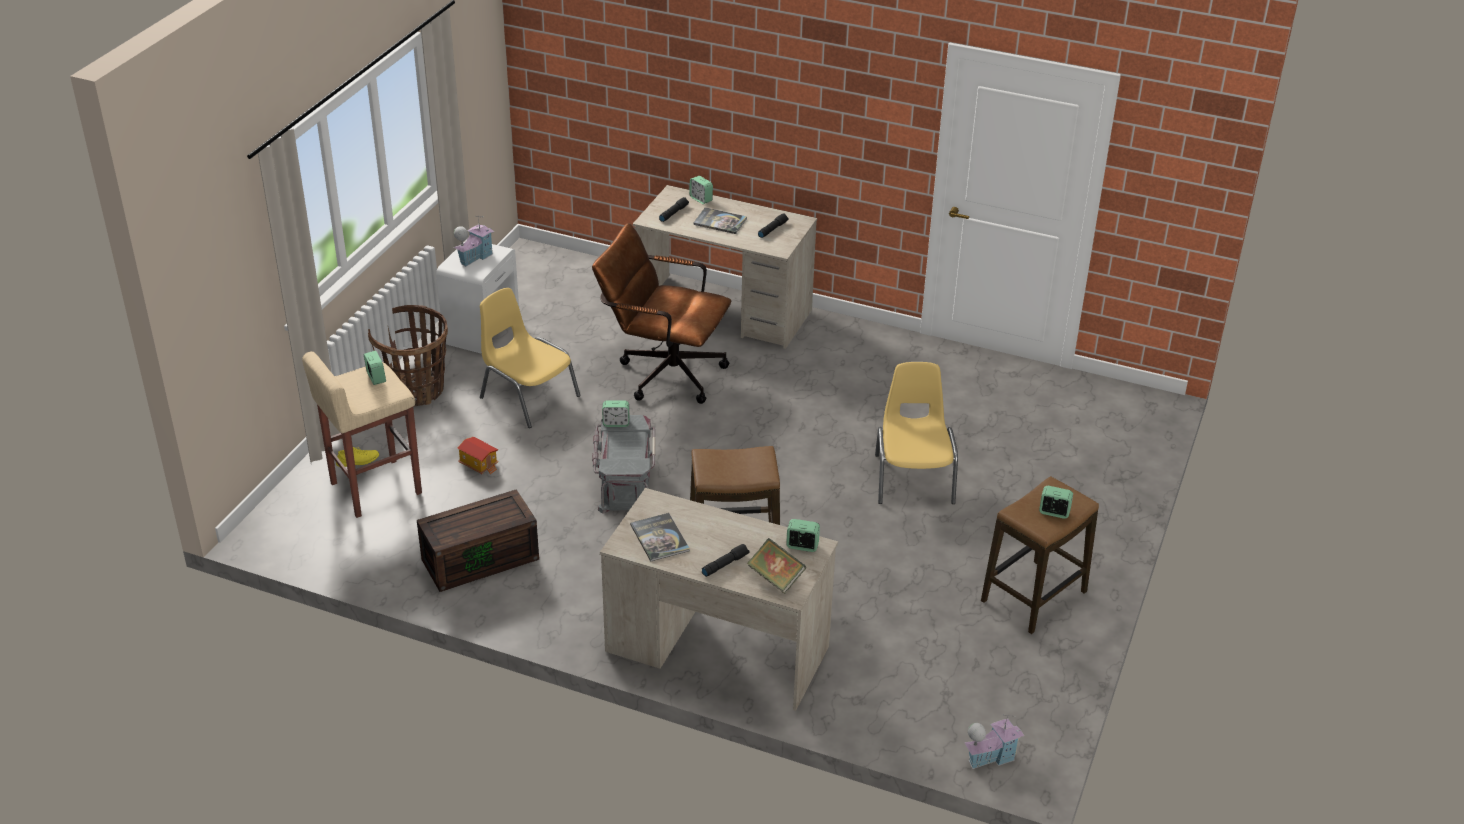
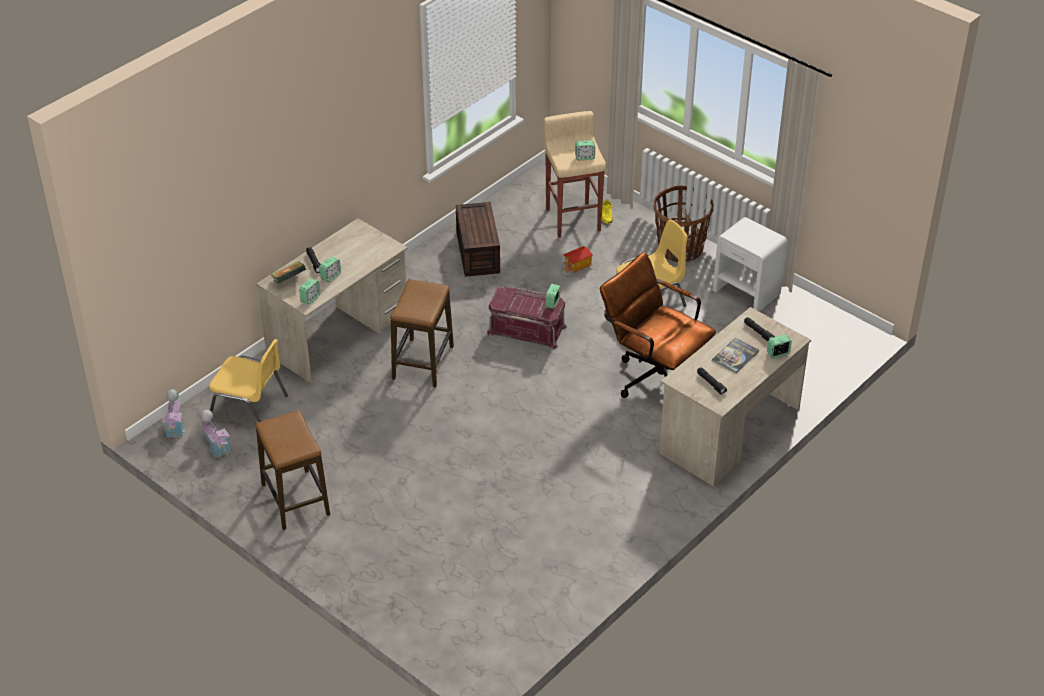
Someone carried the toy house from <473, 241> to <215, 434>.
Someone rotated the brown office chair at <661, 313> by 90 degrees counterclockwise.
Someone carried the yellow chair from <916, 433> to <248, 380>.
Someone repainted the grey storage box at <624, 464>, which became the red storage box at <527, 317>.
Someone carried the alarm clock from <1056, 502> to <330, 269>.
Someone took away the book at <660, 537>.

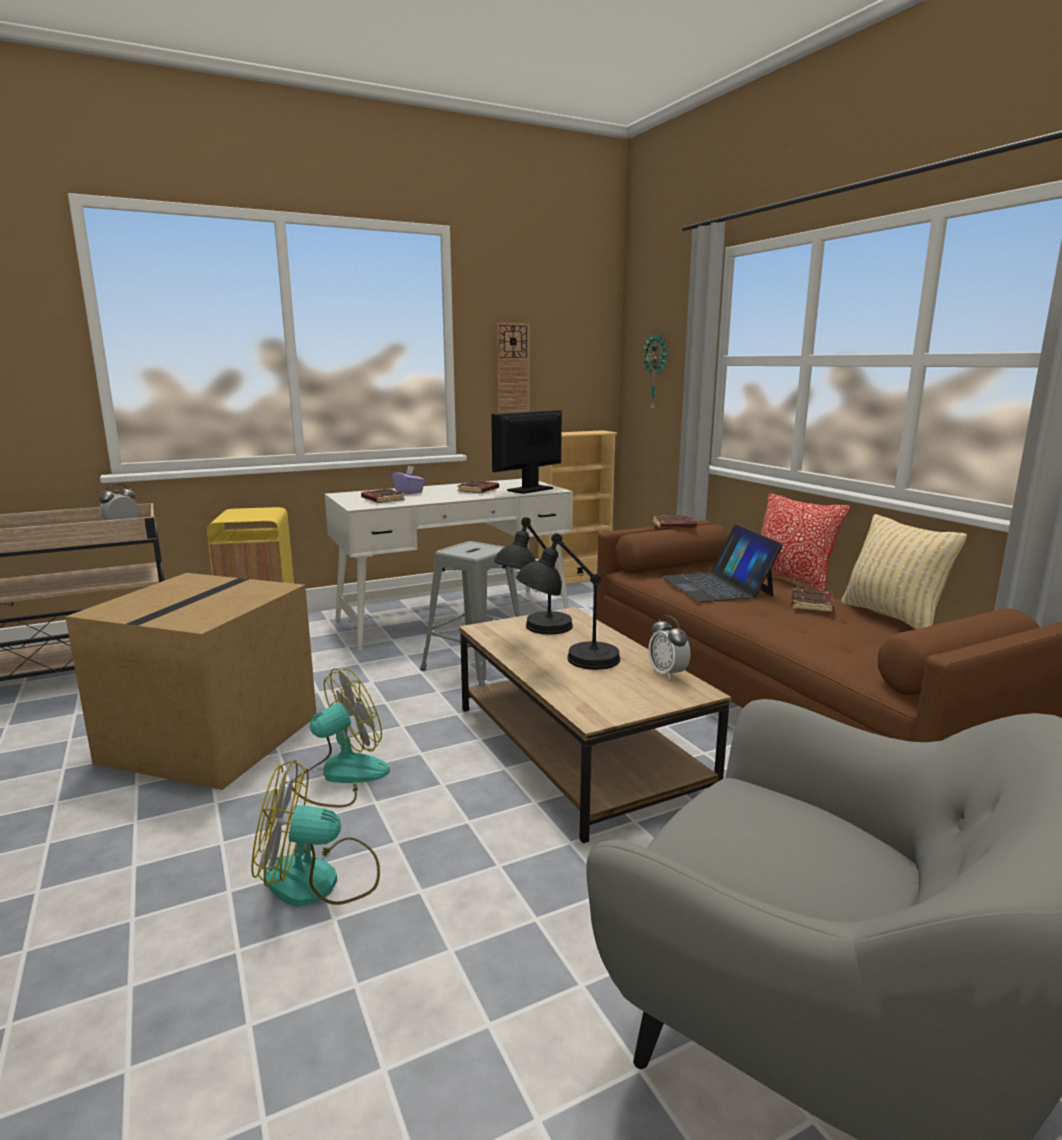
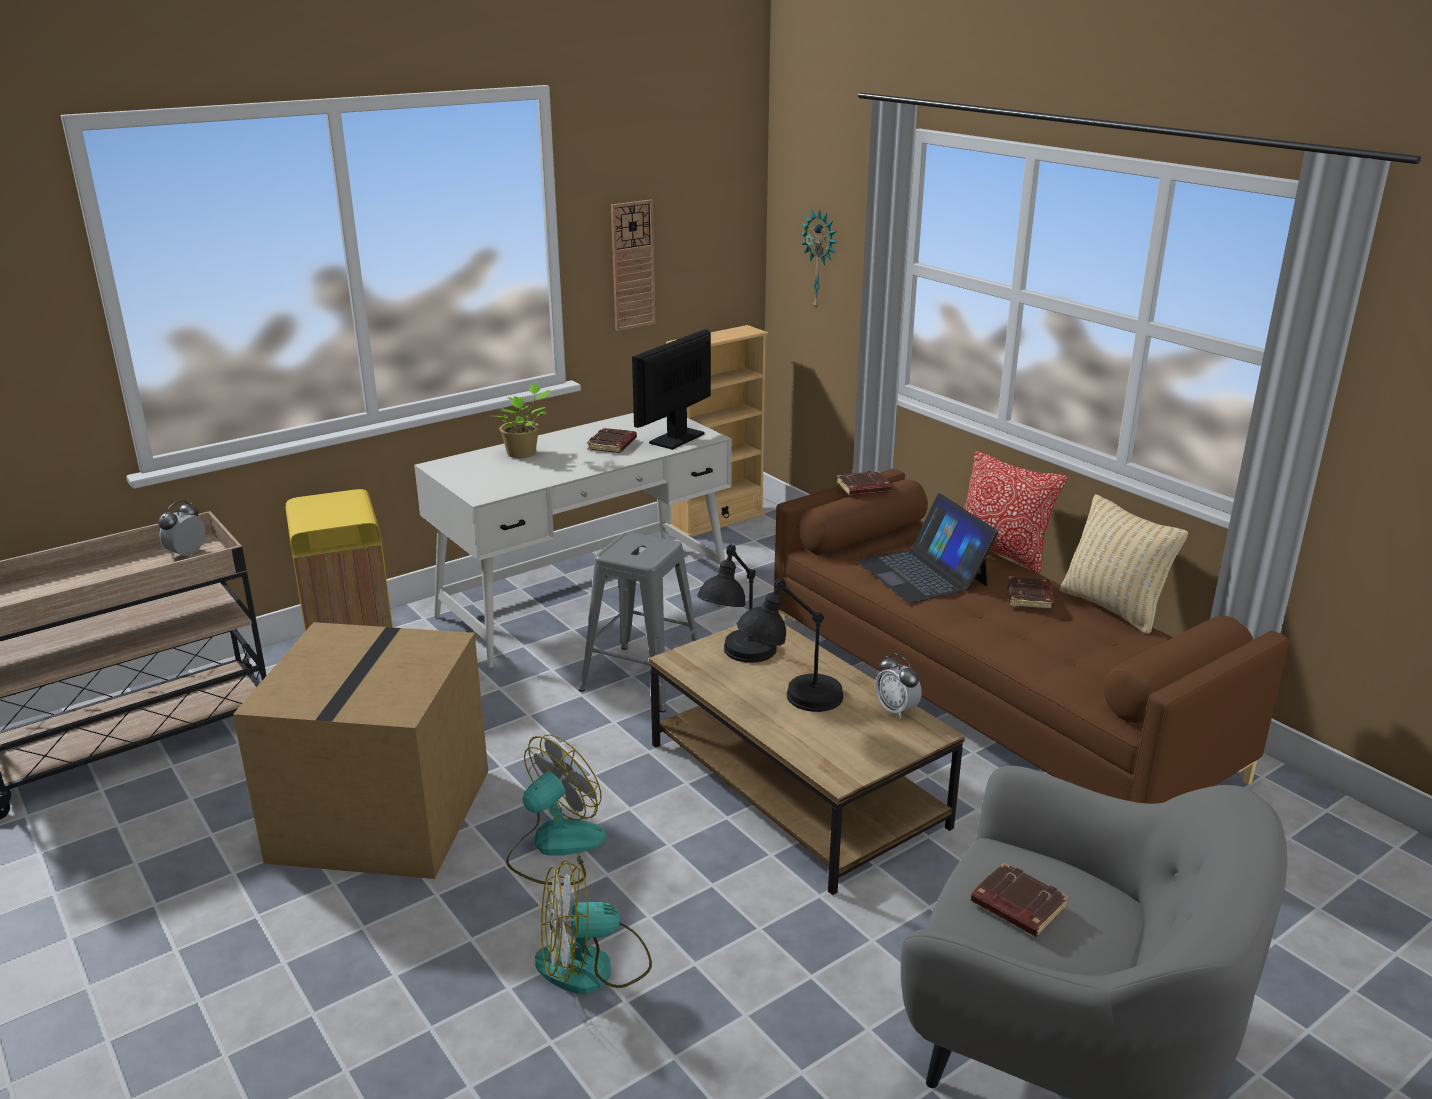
Someone swapped the purple tissue box at <408, 479> for the potted plant at <522, 420>.
Someone carried the brown book from <383, 496> to <1020, 900>.

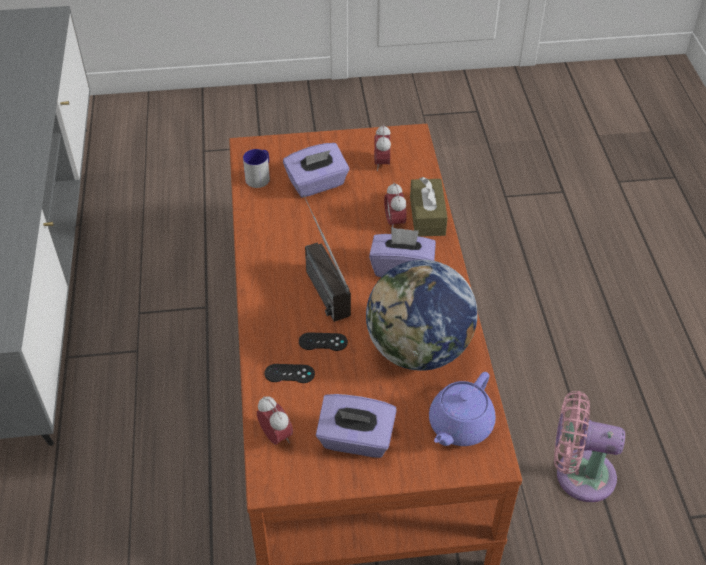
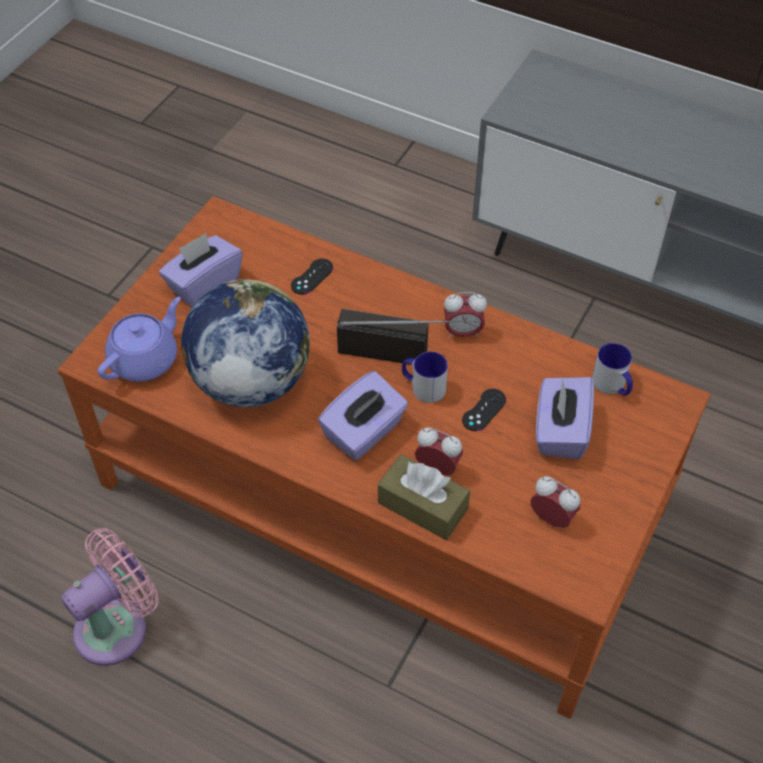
Someone carried the black game controller from <323, 341> to <484, 410>.
Someone rotated the purple teapot at <462, 409> by 60 degrees clockwise.
Someone carried the alarm clock from <275, 420> to <465, 315>.
Someone put down the mug at <425, 377>.

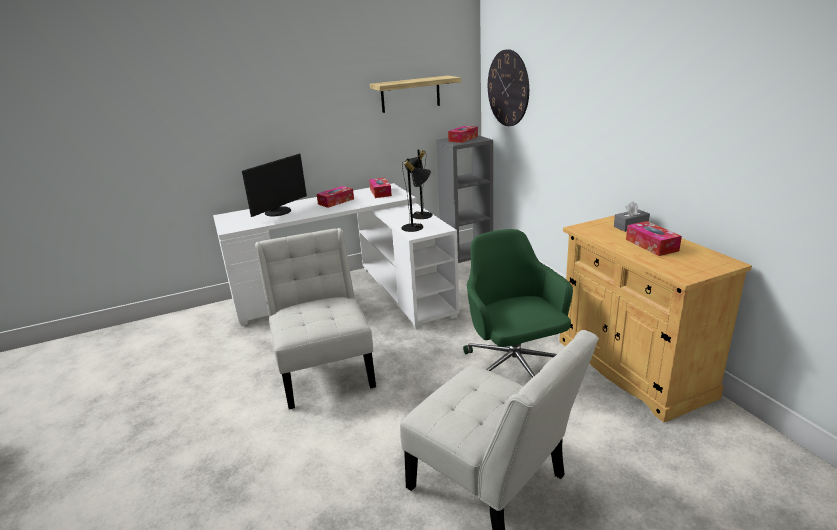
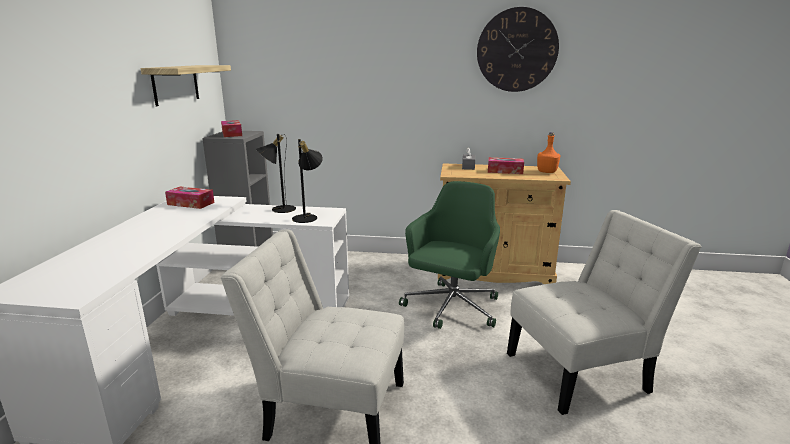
Someone carried the wall clock from <508, 87> to <518, 49>.
Someone took away the monitor at <274, 185>.
Someone took away the tissue box at <335, 197>.
Someone rotated the green office chair at <518, 303> by 105 degrees clockwise.
Someone put down the orange bottle at <548, 152>.

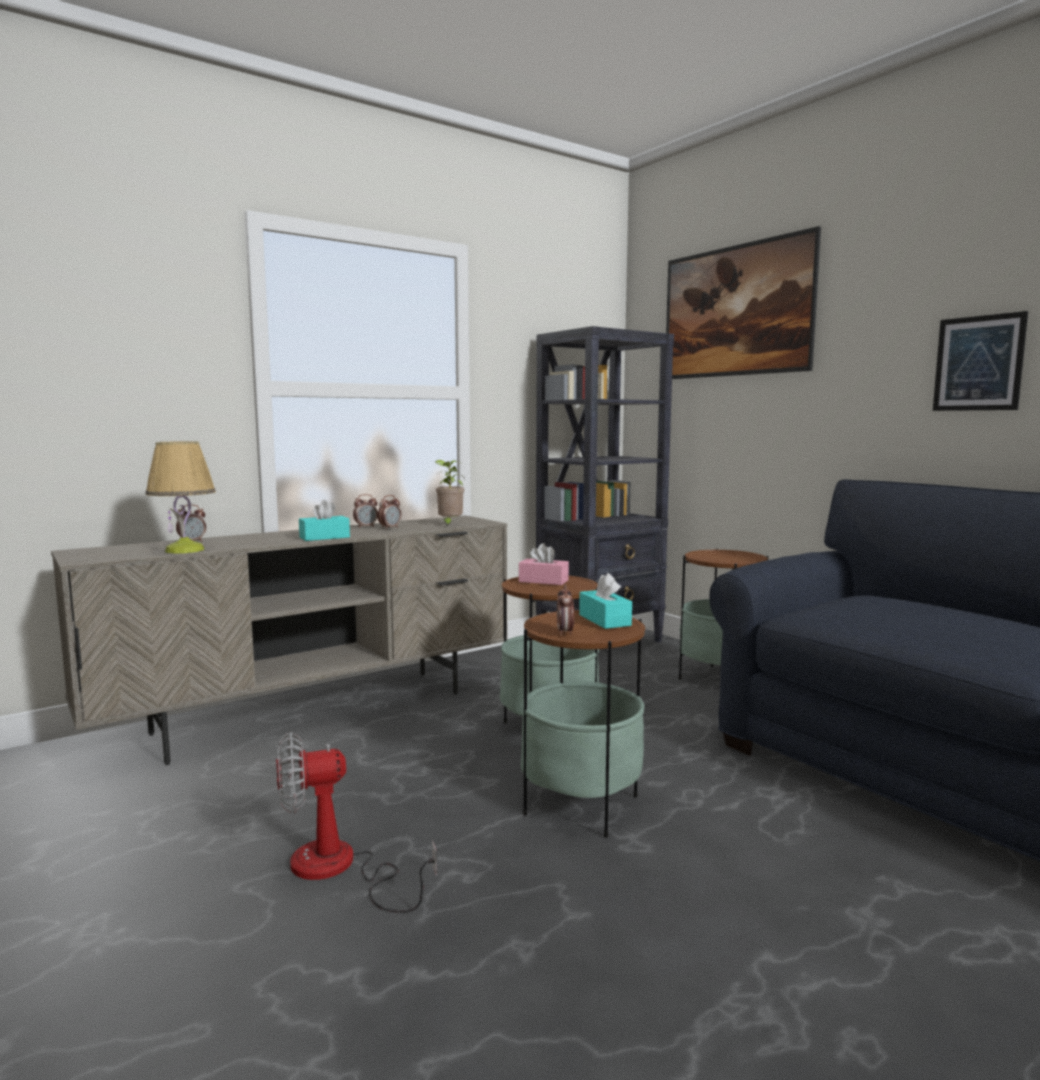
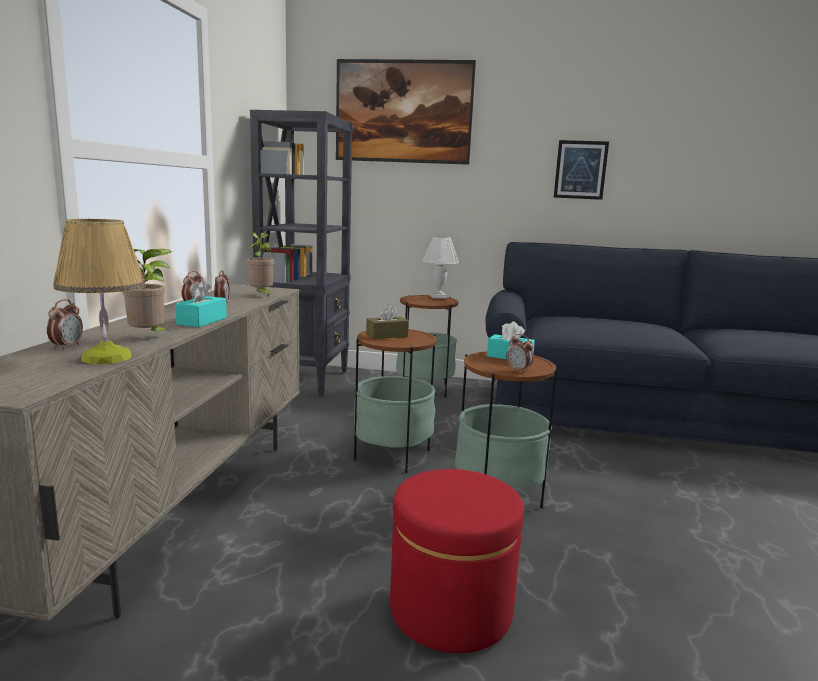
Someone repainted the pink tissue box at <544, 564>, which became the brown tissue box at <387, 321>.
Someone swapped the fan at <356, 822> for the red ottoman at <457, 561>.
Someone put down the white table lamp at <440, 267>.
Someone put down the potted plant at <147, 290>.

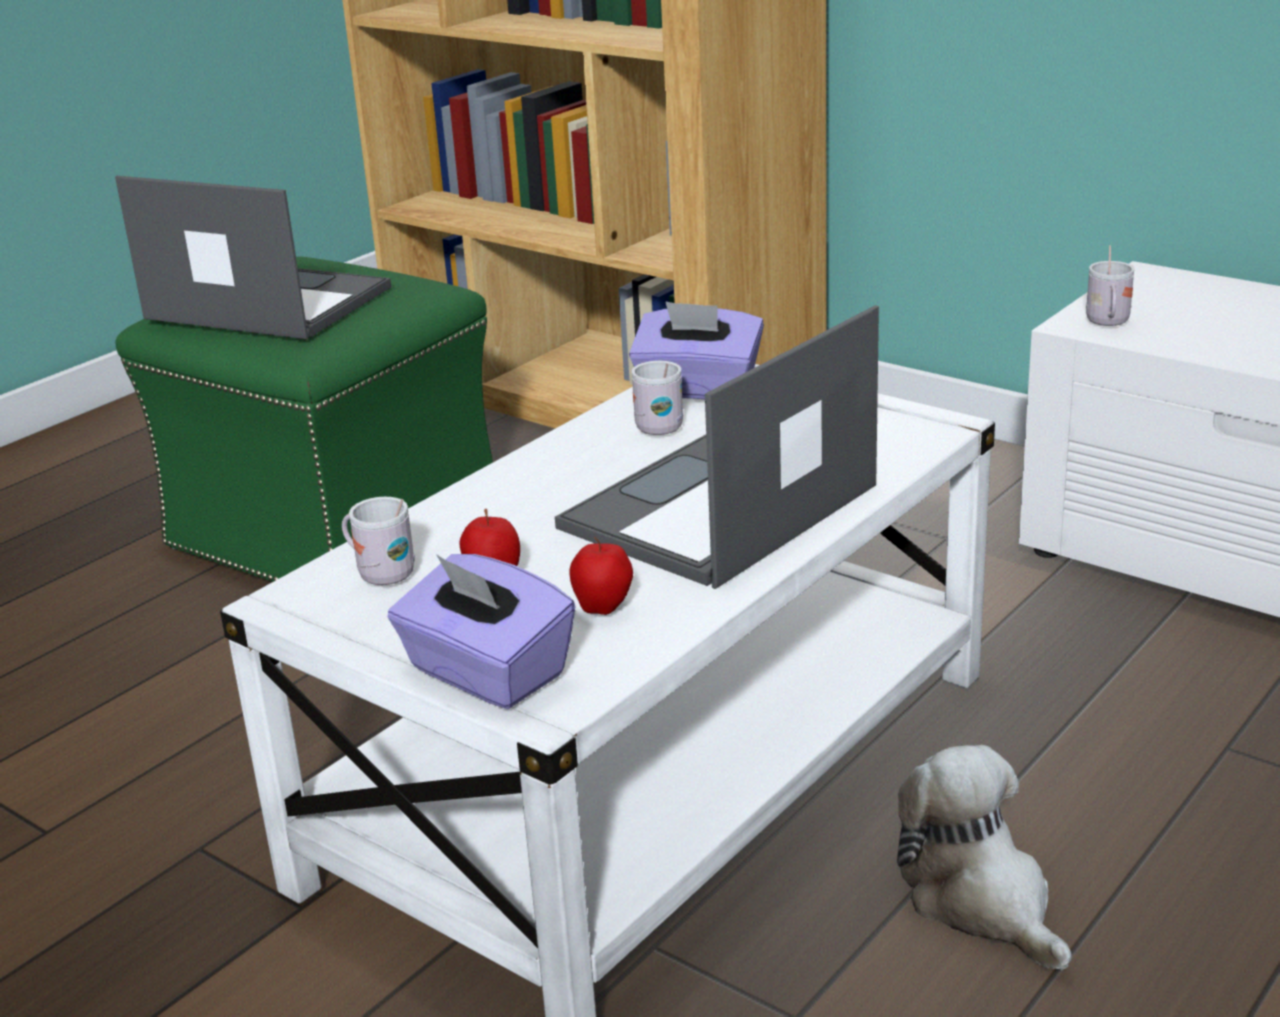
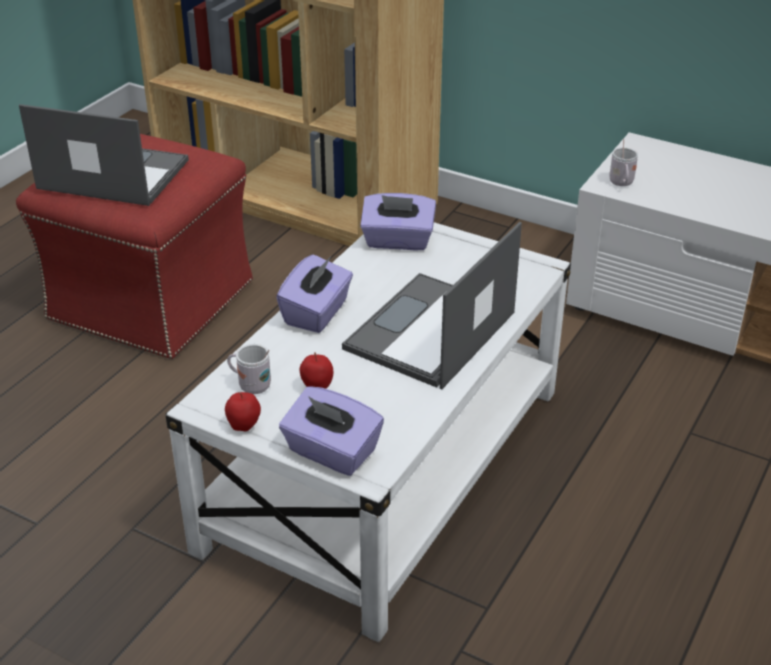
Someone repainted the green ottoman at <304, 419>, which became the red ottoman at <134, 246>.
Someone took away the white mug at <657, 398>.
Someone carried the apple from <601, 576> to <243, 411>.
Someone took away the plush toy at <984, 858>.
Someone put down the purple tissue box at <314, 293>.

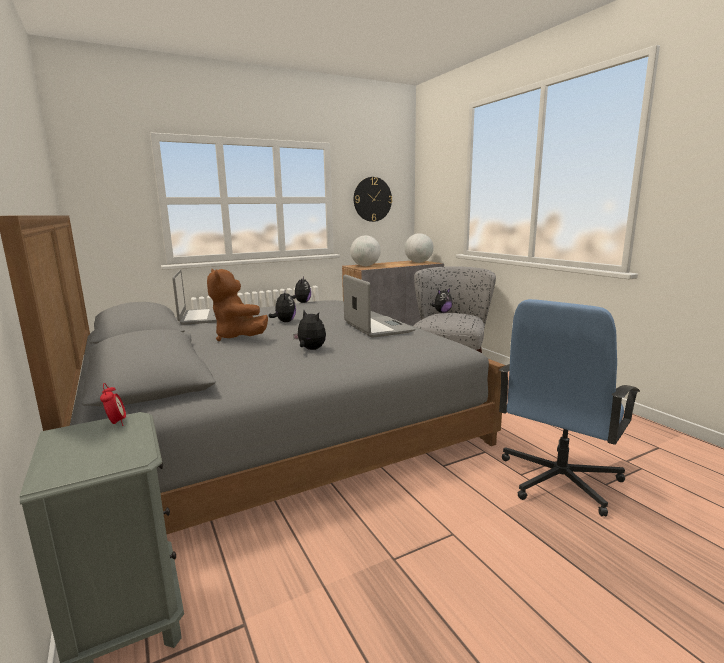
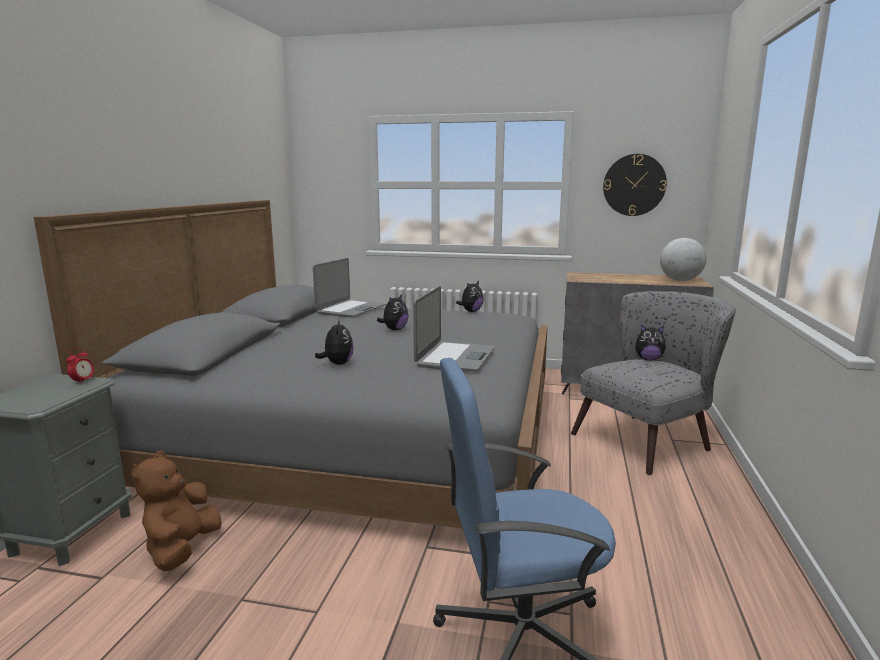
Someone took away the globe at <365, 250>.
Someone carried the brown plush toy from <237, 305> to <176, 511>.

